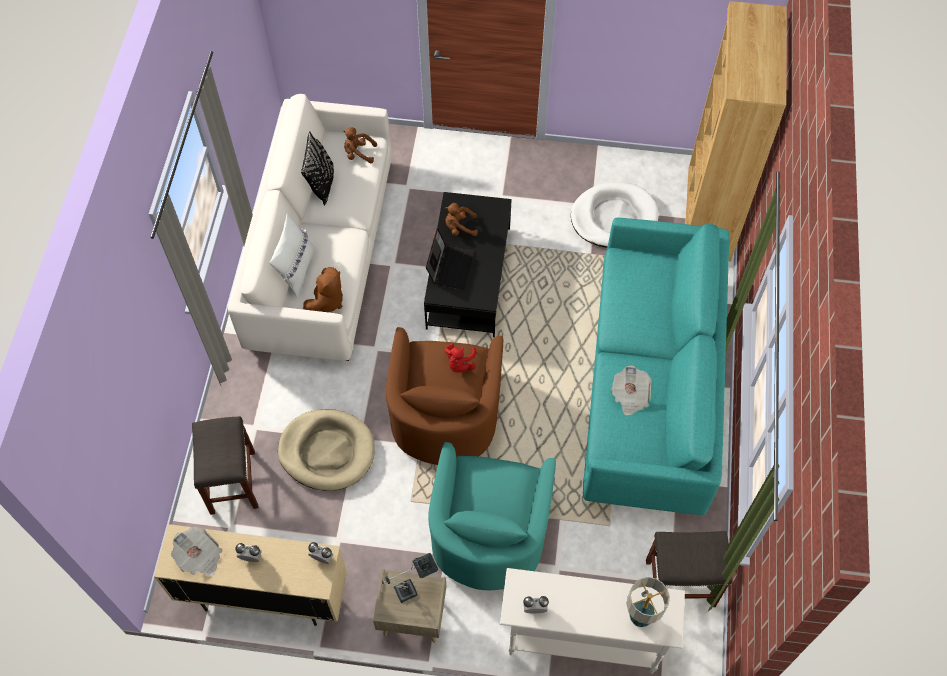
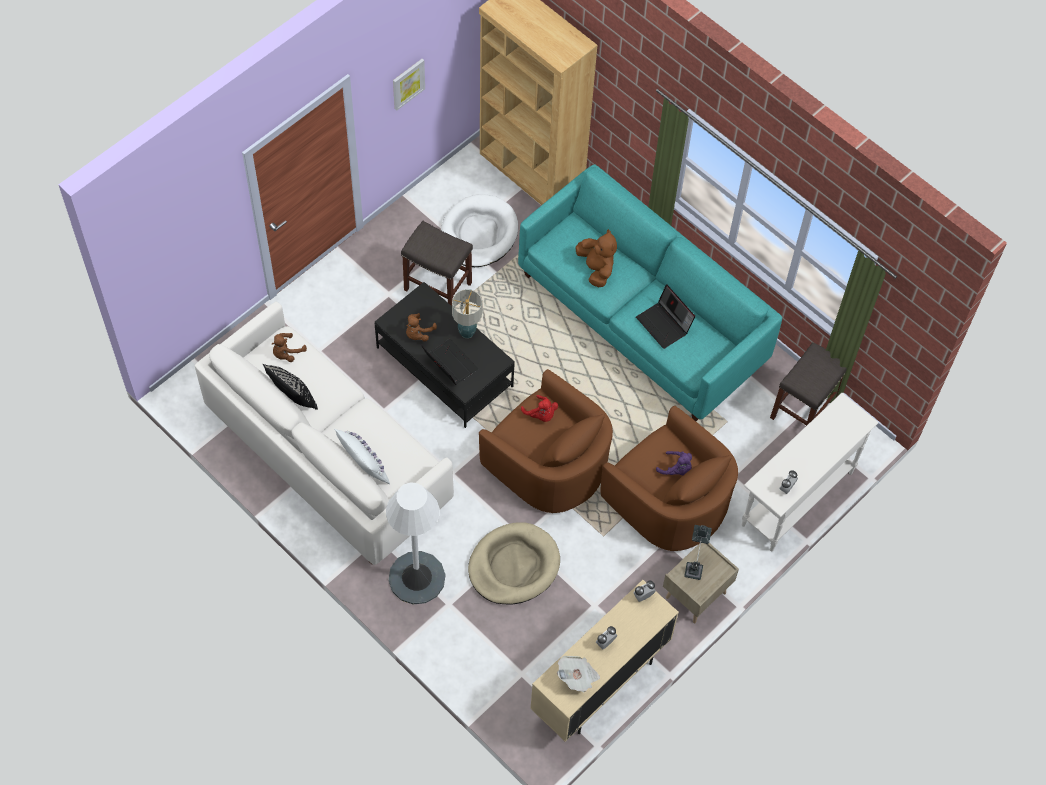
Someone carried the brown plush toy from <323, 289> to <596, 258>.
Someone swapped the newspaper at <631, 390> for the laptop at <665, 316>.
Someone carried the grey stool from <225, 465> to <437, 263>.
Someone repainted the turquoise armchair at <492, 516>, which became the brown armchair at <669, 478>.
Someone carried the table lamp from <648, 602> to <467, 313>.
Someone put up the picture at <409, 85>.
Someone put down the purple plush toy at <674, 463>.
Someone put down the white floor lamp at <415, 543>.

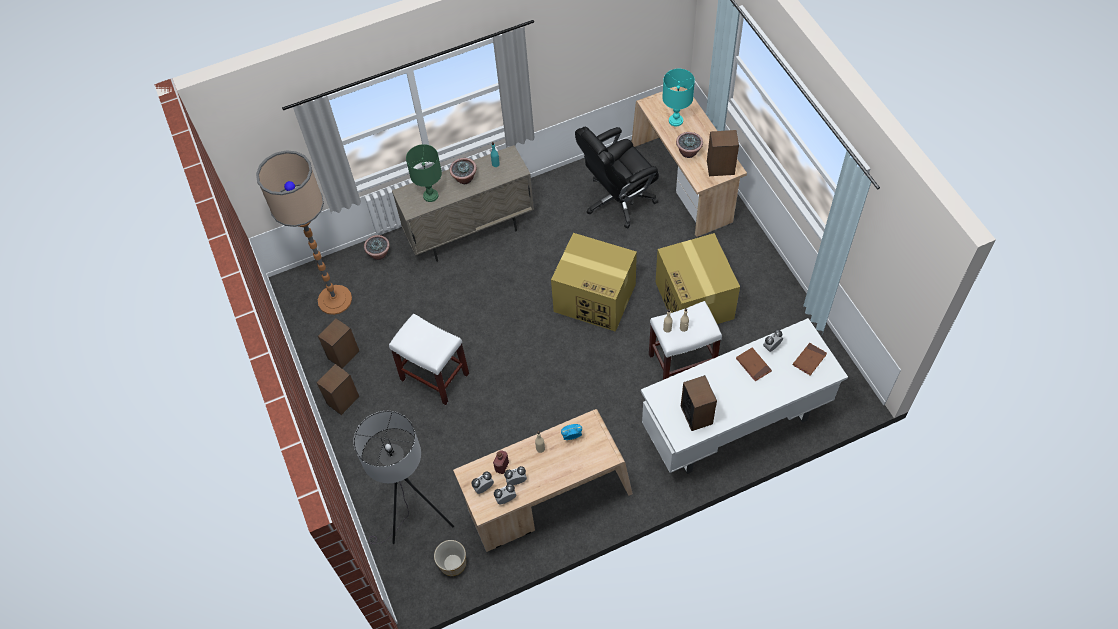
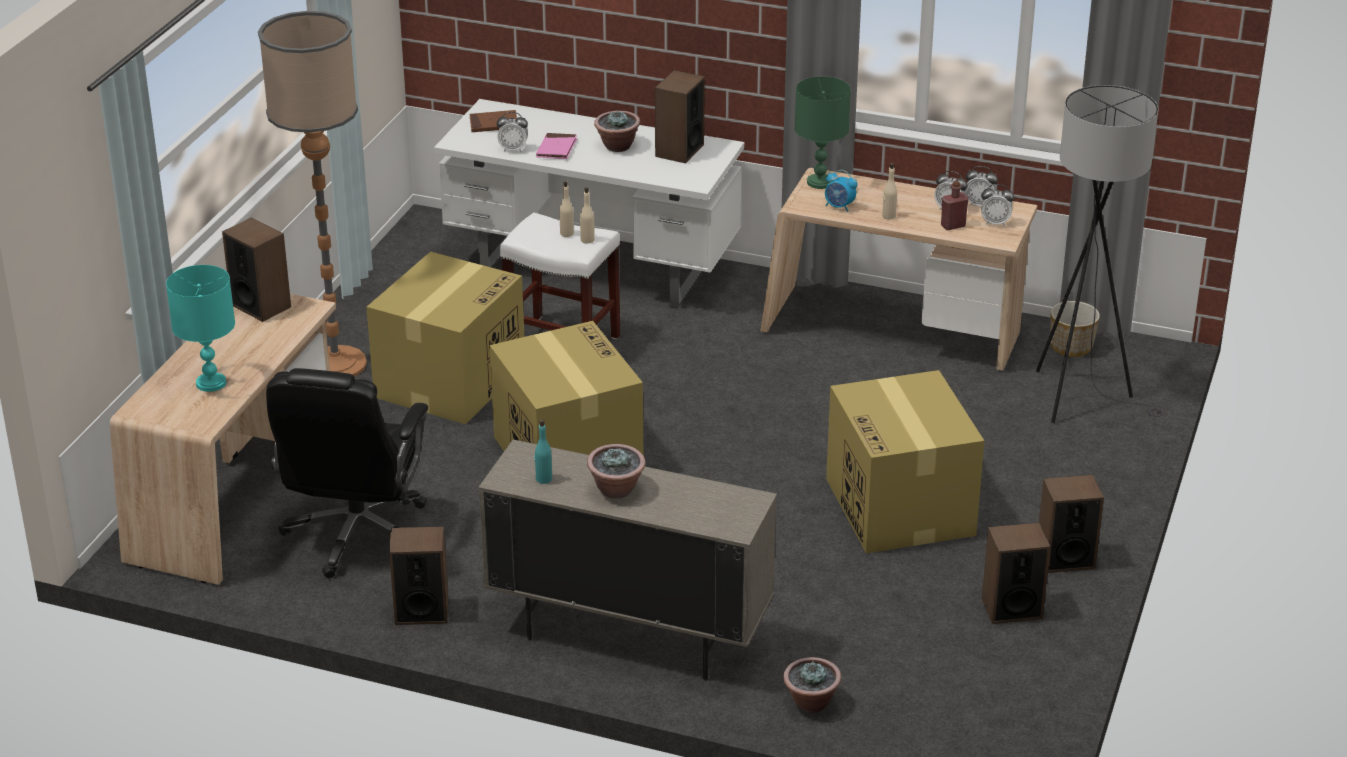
Someone rotated the black office chair at <617, 178> by 90 degrees clockwise.
Someone carried the potted plant from <689, 145> to <617, 131>.
Someone carried the green table lamp from <424, 173> to <823, 133>.
Someone carried the floor lamp from <304, 232> to <312, 194>.
Someone swapped the white stool at <429, 359> for the cardboard box at <905, 461>.
Someone repainted the brown book at <754, 364>, which became the pink book at <556, 146>.
Someone put down the speaker at <419, 575>.

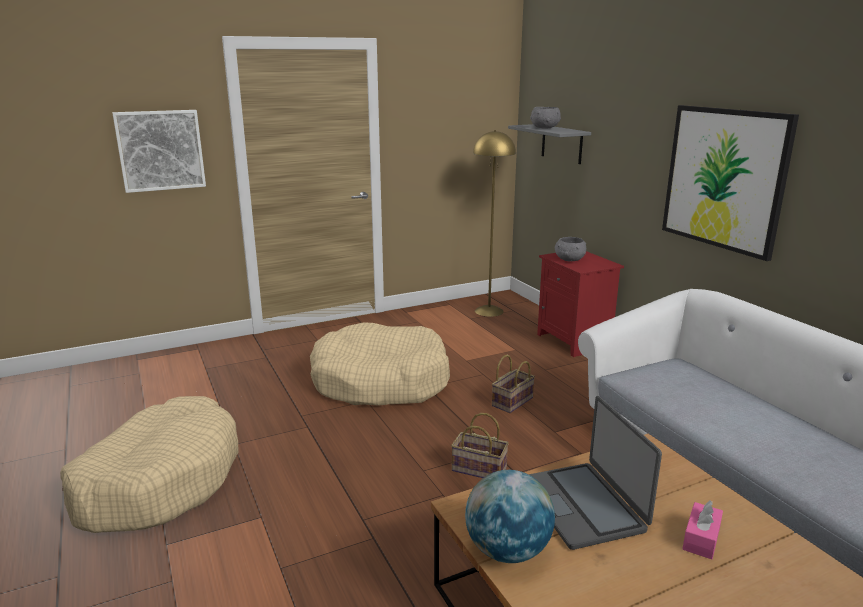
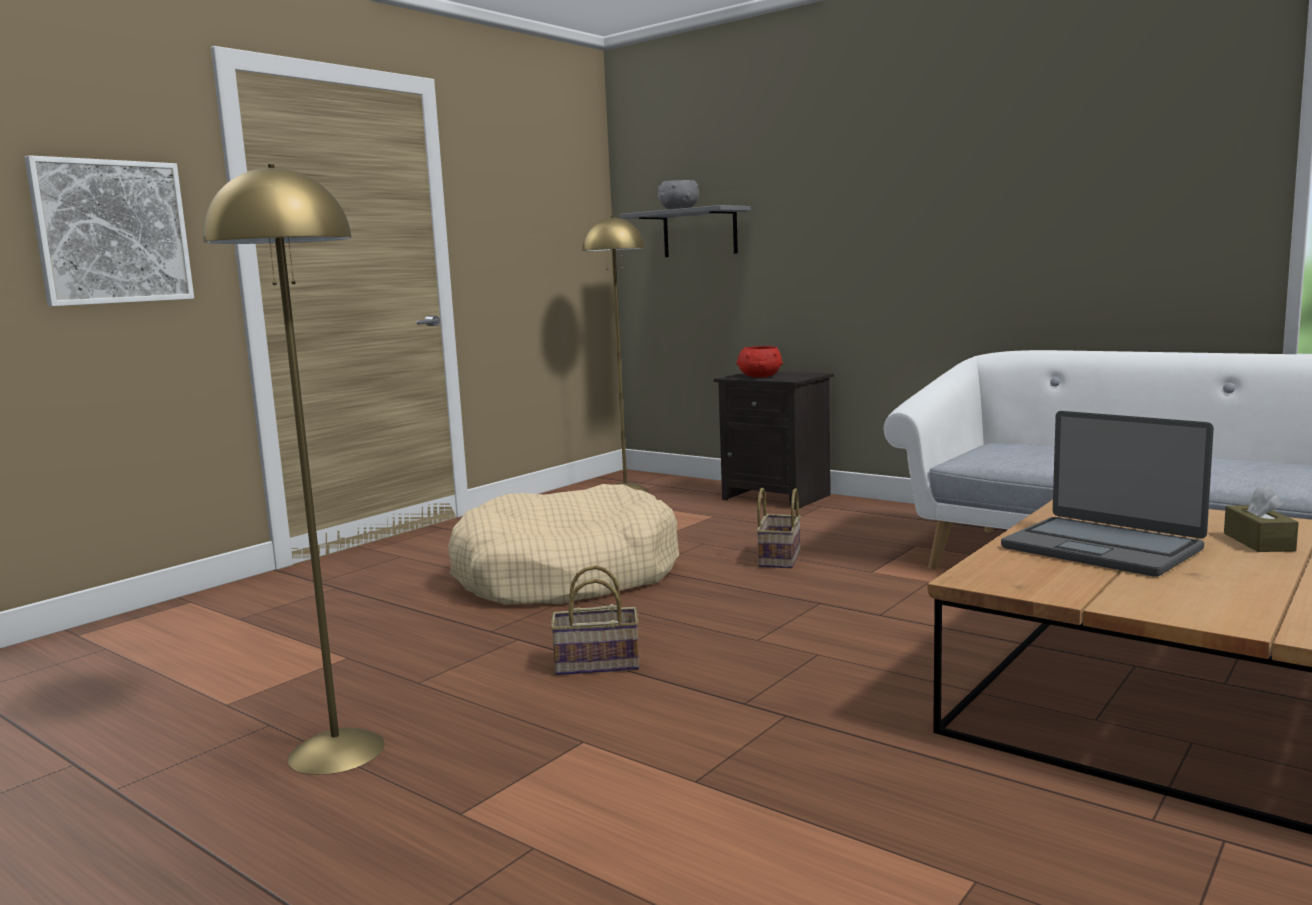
Someone took away the picture at <730, 183>.
Someone repainted the grey bowl at <570, 249>, which became the red bowl at <759, 362>.
Someone repainted the red nightstand at <580, 304>, which became the black nightstand at <774, 440>.
Someone swapped the beige dog bed at <149, 464> for the yellow floor lamp at <294, 469>.
Someone carried the basket from <480, 445> to <595, 620>.
Someone took away the globe at <510, 516>.
Someone repainted the pink tissue box at <702, 529>, which became the brown tissue box at <1261, 518>.

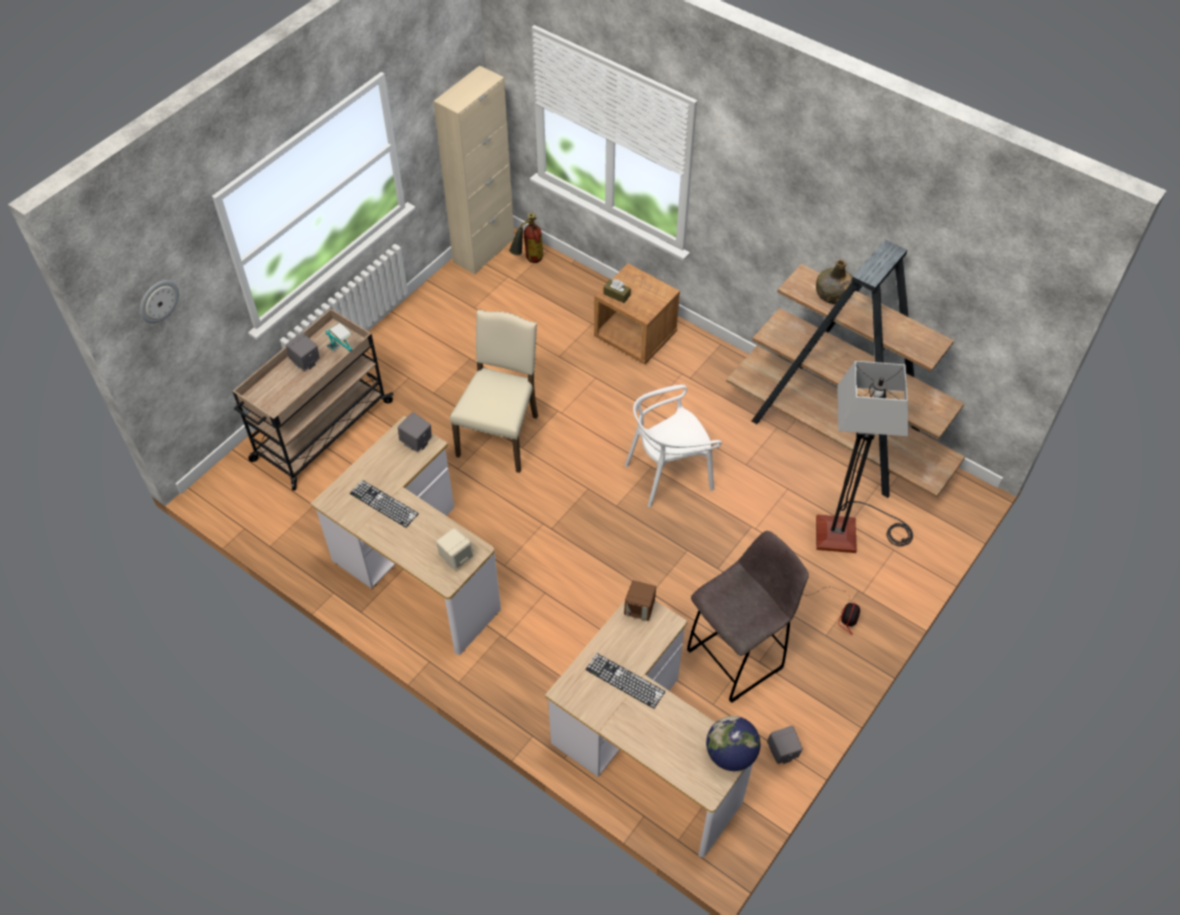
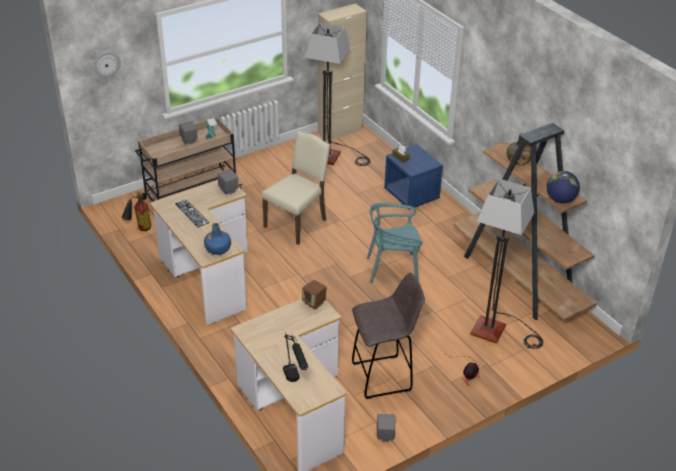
Someone carried the fire extinguisher from <526, 237> to <136, 211>.
Someone repainted the brown nightstand at <637, 314>, which became the blue nightstand at <413, 177>.
Someone repainted the white chair at <673, 446>, which became the turquoise chair at <395, 243>.
Someone swapped the beige speaker at <455, 549> for the blue bottle at <217, 239>.
Someone took away the keyboard at <625, 681>.
Someone carried the globe from <733, 743> to <563, 187>.
Someone put down the floor lamp at <338, 94>.
Someone put down the black table lamp at <295, 357>.

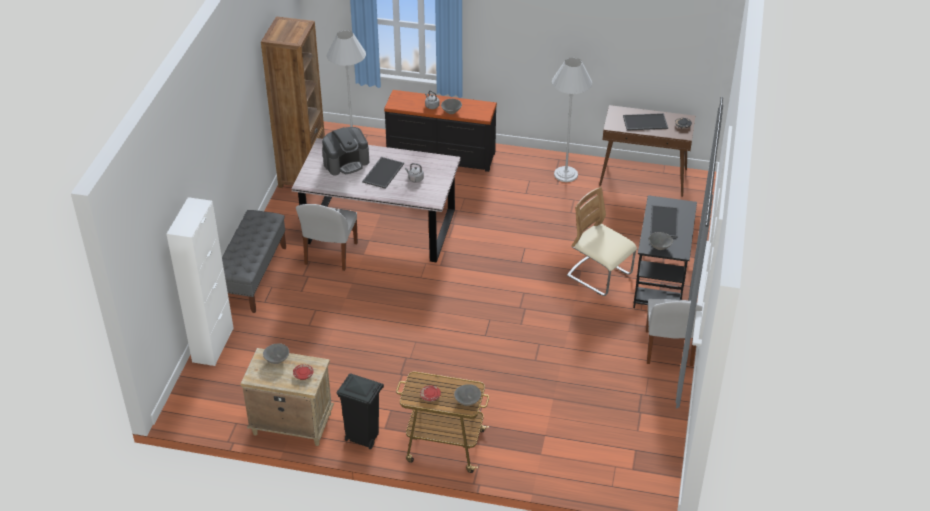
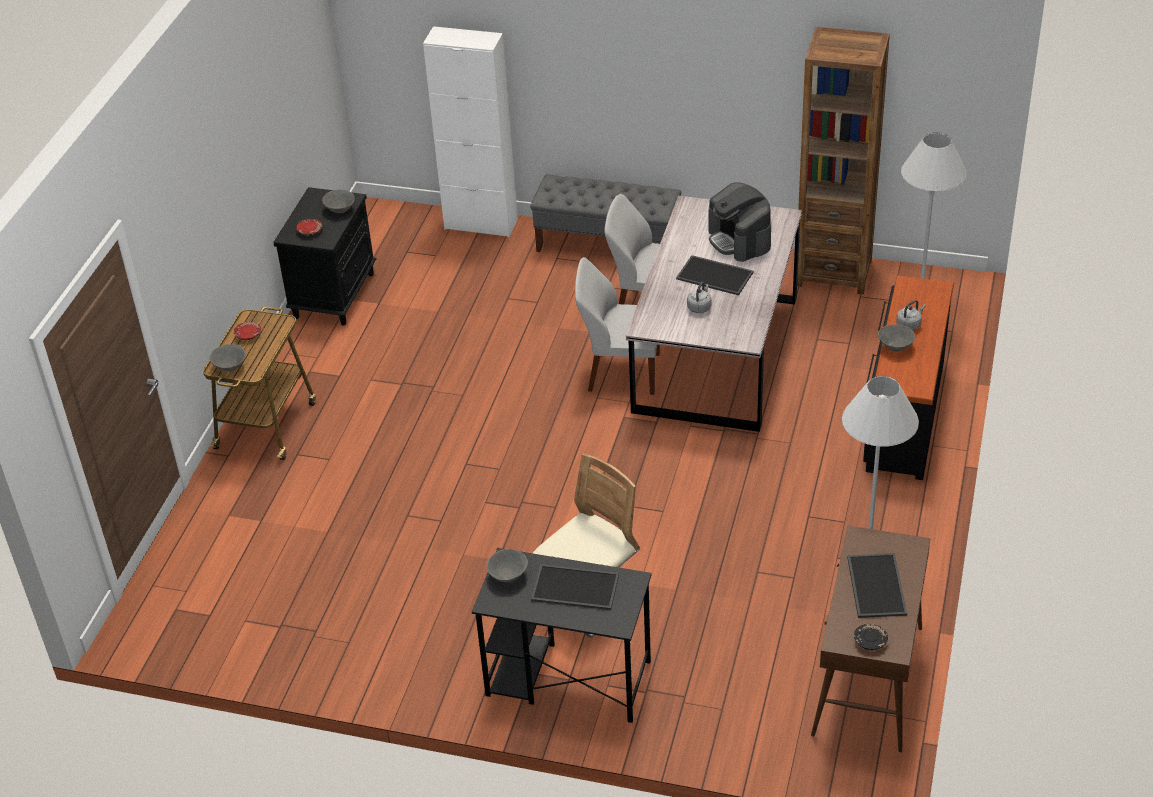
Someone carried the white chair from <674, 332> to <617, 326>.
Someone repainted the beige nightstand at <287, 397>, which became the black nightstand at <325, 256>.
Someone took away the black trash can at <360, 411>.

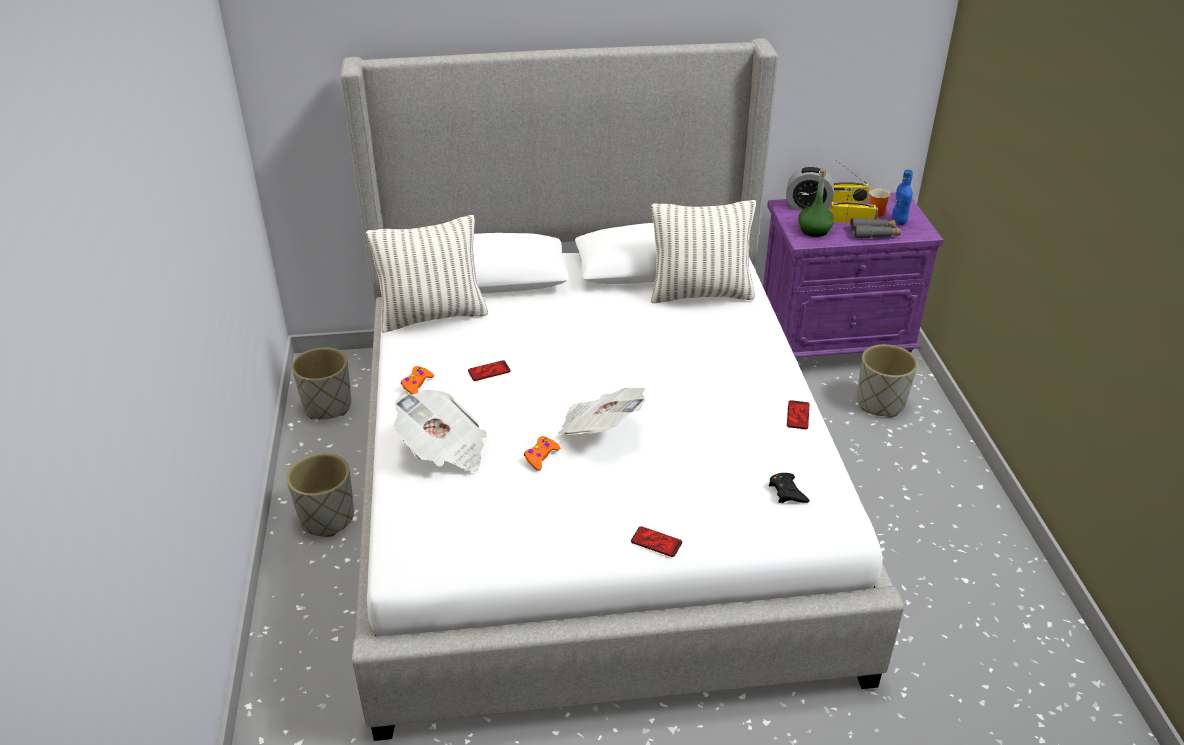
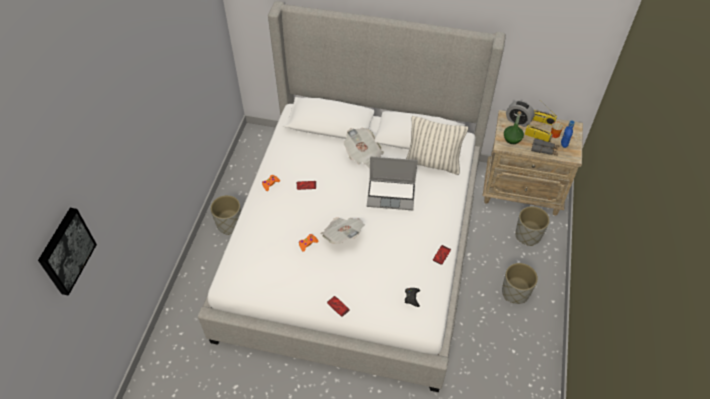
Someone repainted the purple nightstand at <853, 274>, which became the beige nightstand at <532, 163>.
Someone took away the pillow at <427, 274>.
Someone carried the grey planter from <321, 383> to <520, 283>.
Someone carried the newspaper from <440, 431> to <364, 148>.
Someone put down the laptop at <392, 183>.
Someone put up the picture at <67, 252>.

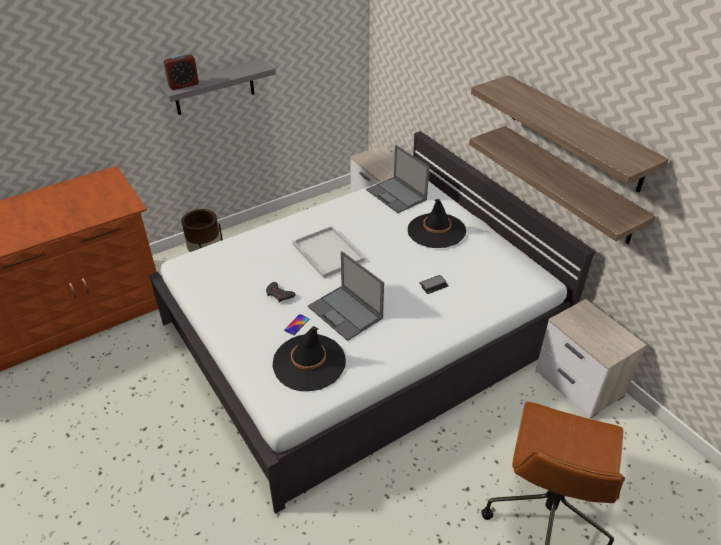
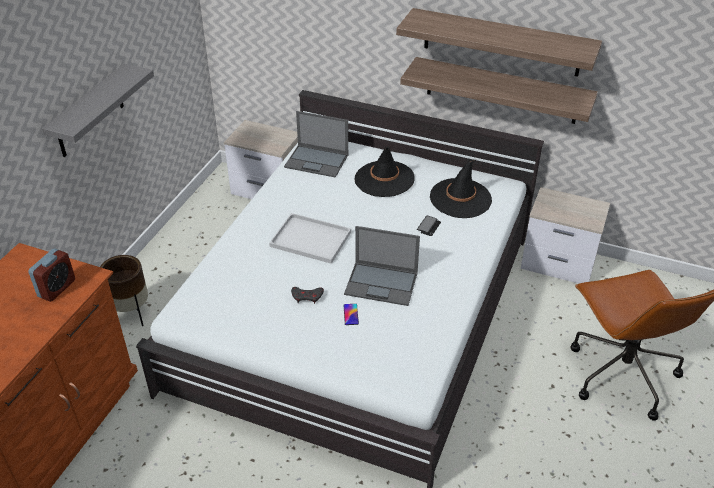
Someone carried the alarm clock from <180, 71> to <51, 275>.
Someone carried the black hat from <309, 358> to <461, 188>.

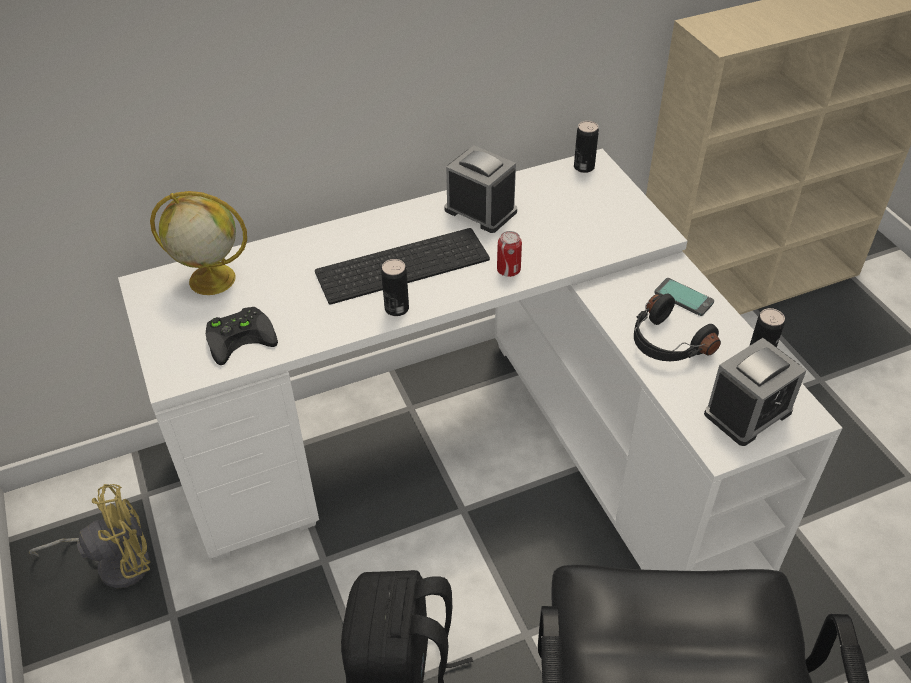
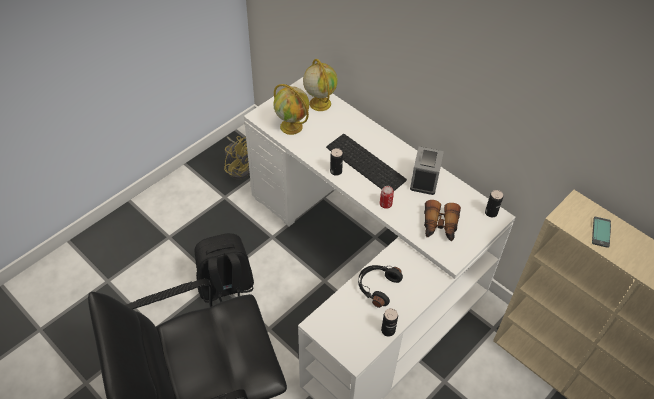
Someone carried the phone from <684, 297> to <601, 232>.
Someone swapped the black game controller at <242, 336> for the globe at <291, 109>.
Someone took away the alarm clock at <755, 392>.
Someone put down the binoculars at <442, 220>.

